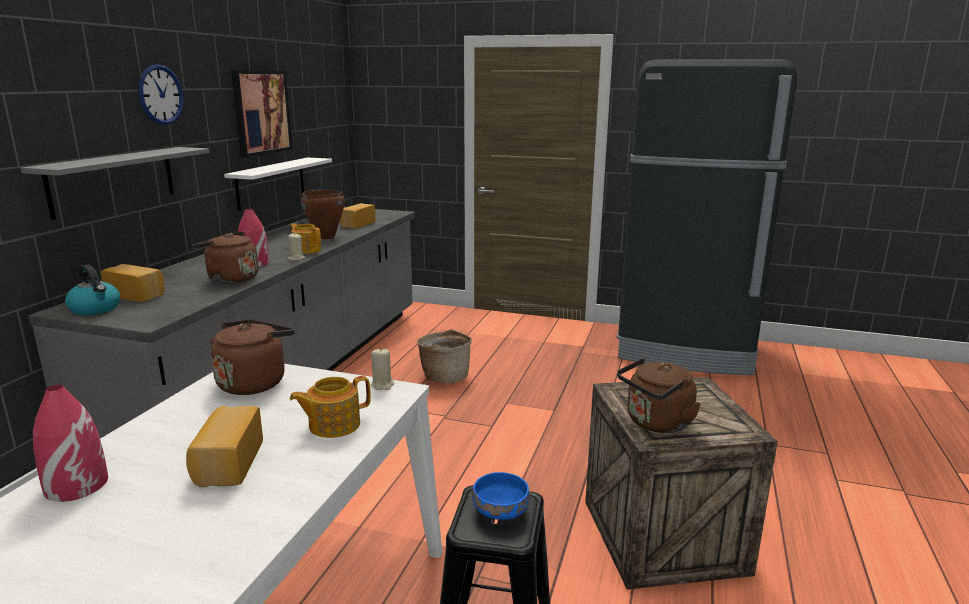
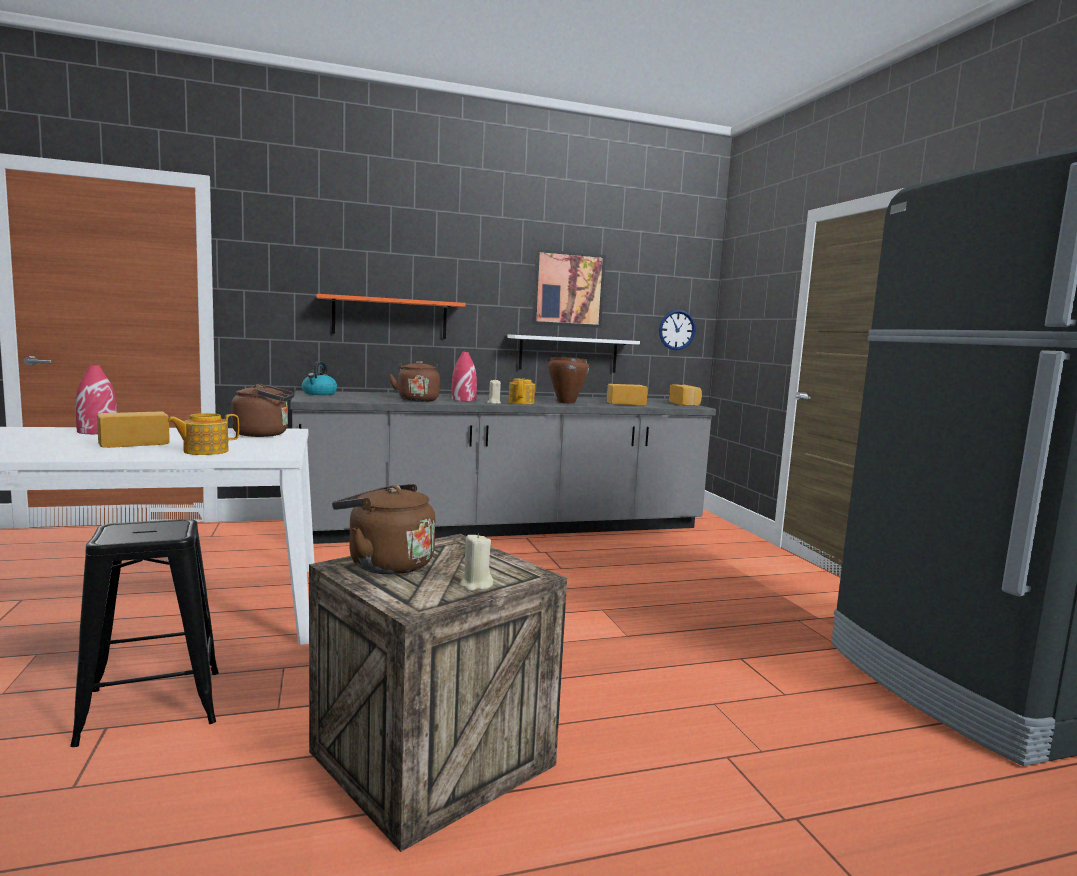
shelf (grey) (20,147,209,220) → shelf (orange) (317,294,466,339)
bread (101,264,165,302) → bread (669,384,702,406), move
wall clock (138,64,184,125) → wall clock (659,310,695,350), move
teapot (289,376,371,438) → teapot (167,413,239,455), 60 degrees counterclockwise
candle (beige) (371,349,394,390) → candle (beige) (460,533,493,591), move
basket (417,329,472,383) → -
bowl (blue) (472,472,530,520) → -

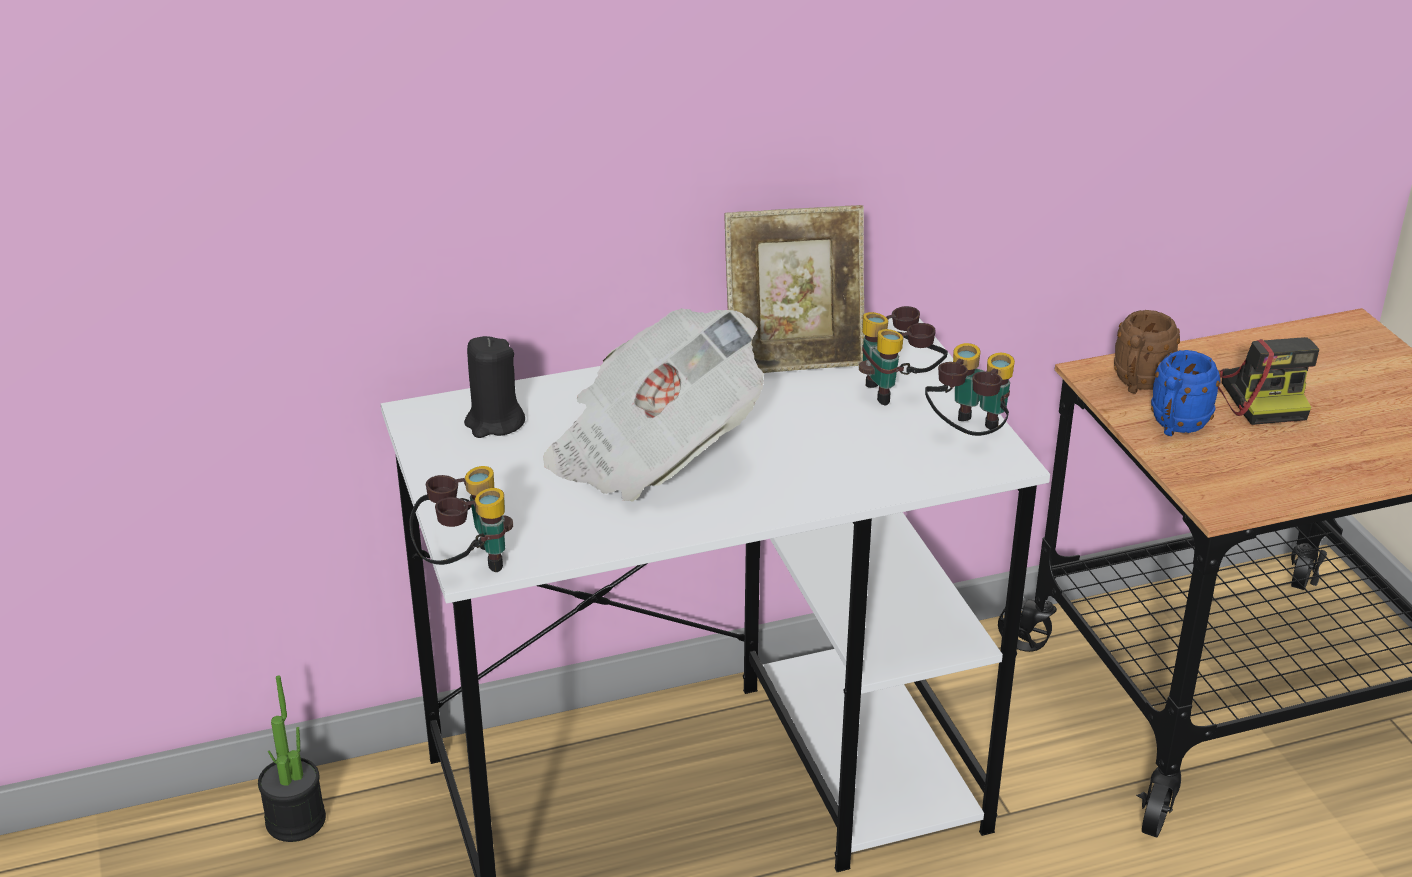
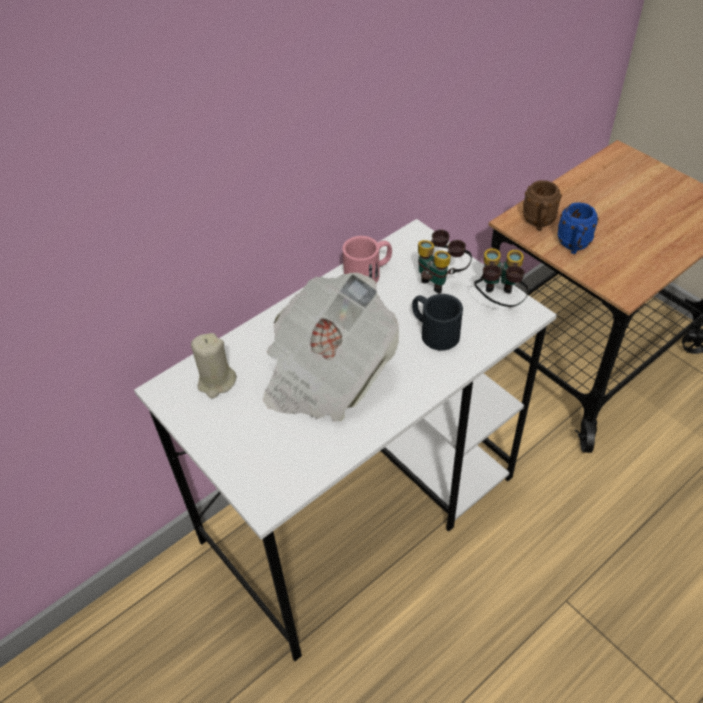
potted plant (258,675,326,842) → -
binoculars (409,466,513,572) → -
candle (black) (464,336,525,438) → candle (beige) (191,333,237,398)
picture frame (724,205,865,373) → mug (pink) (342,236,392,282)
photo camera (1218,337,1319,425) → -
- → mug (black) (412,294,463,351)

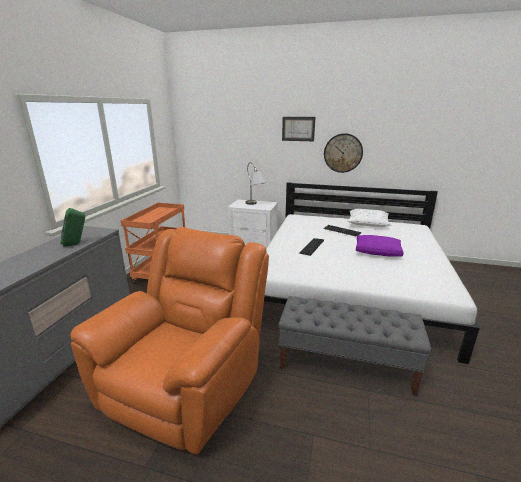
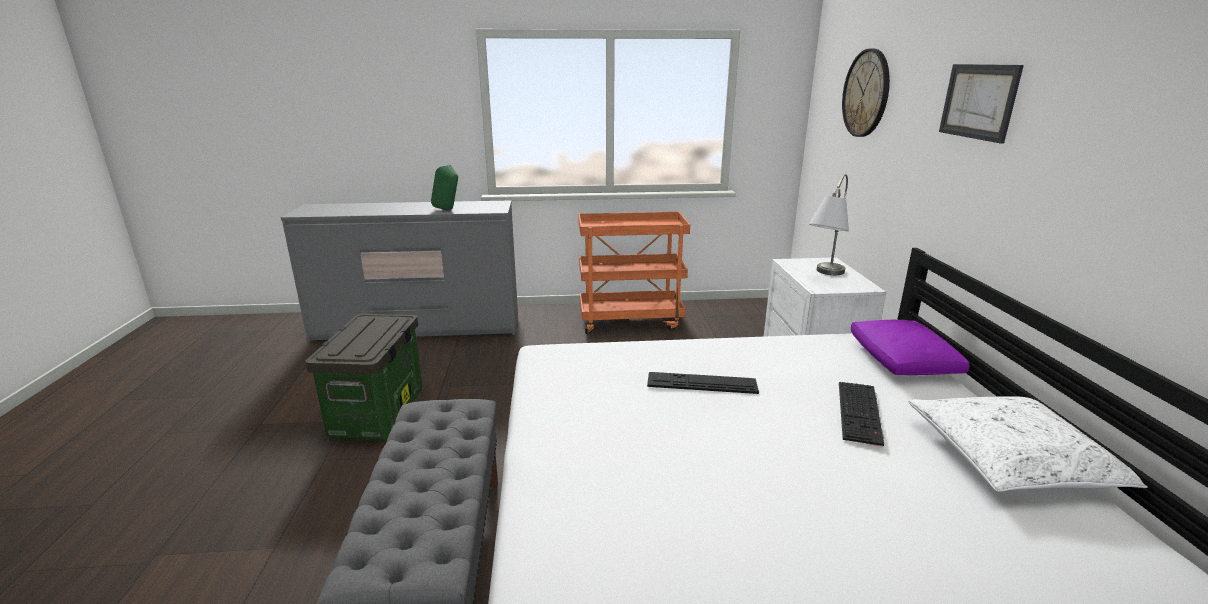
armchair (orange) (71,227,269,454) → storage box (306,314,422,441)
wall clock (324,133,363,173) → wall clock (842,48,890,137), move
pillow (purple) (356,235,404,257) → pillow (purple) (851,320,970,375), move

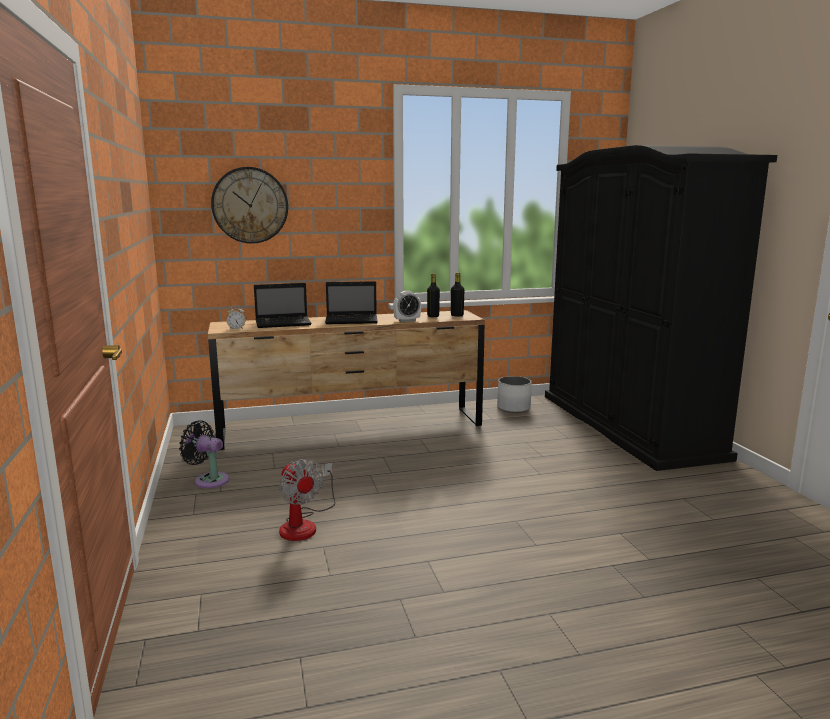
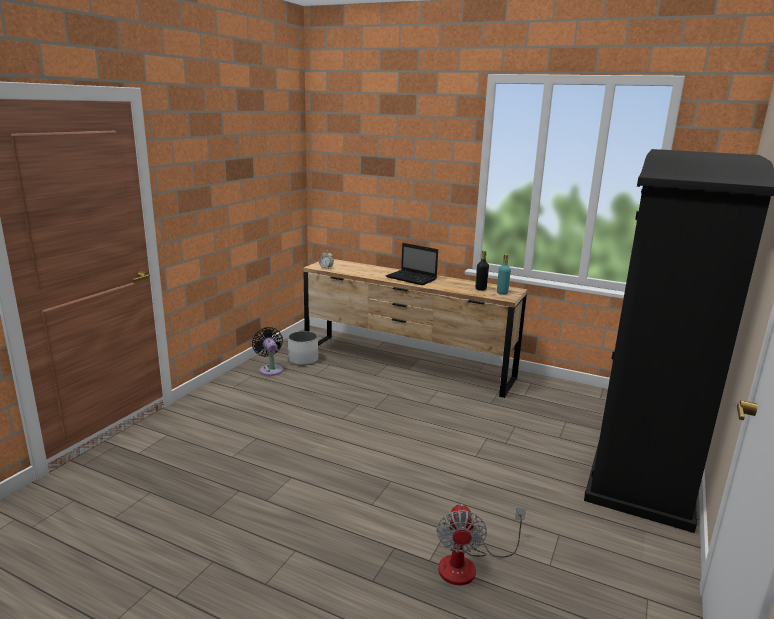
wall clock (211,167,288,244) → -
laptop (254,283,312,328) → -
fan (279,459,335,541) → fan (437,504,526,585), move
alarm clock (393,291,421,322) → -
bottle (black) (451,273,464,317) → bottle (turquoise) (497,254,511,295)
planter (white) (497,376,532,413) → planter (white) (288,331,318,366), move

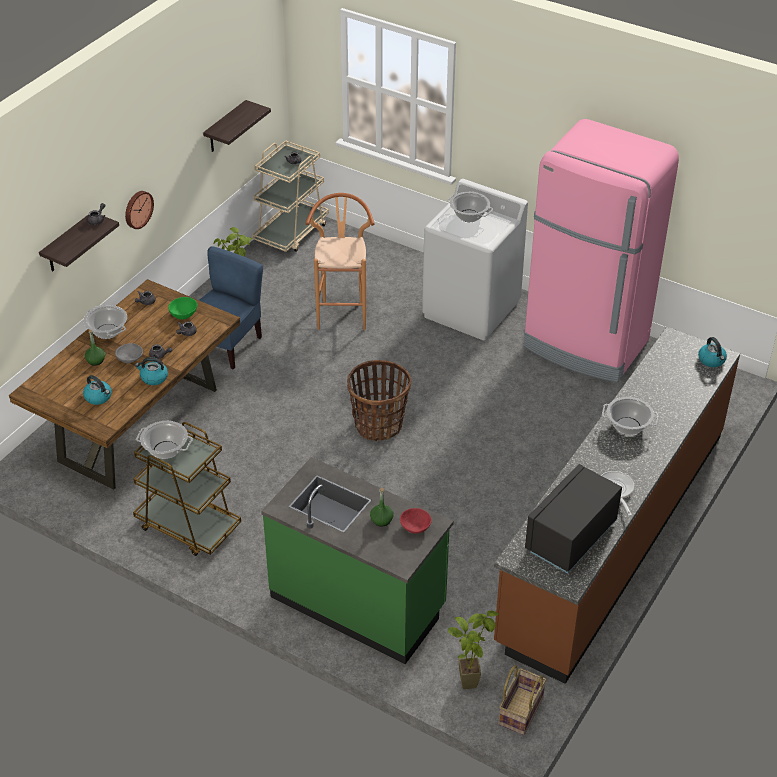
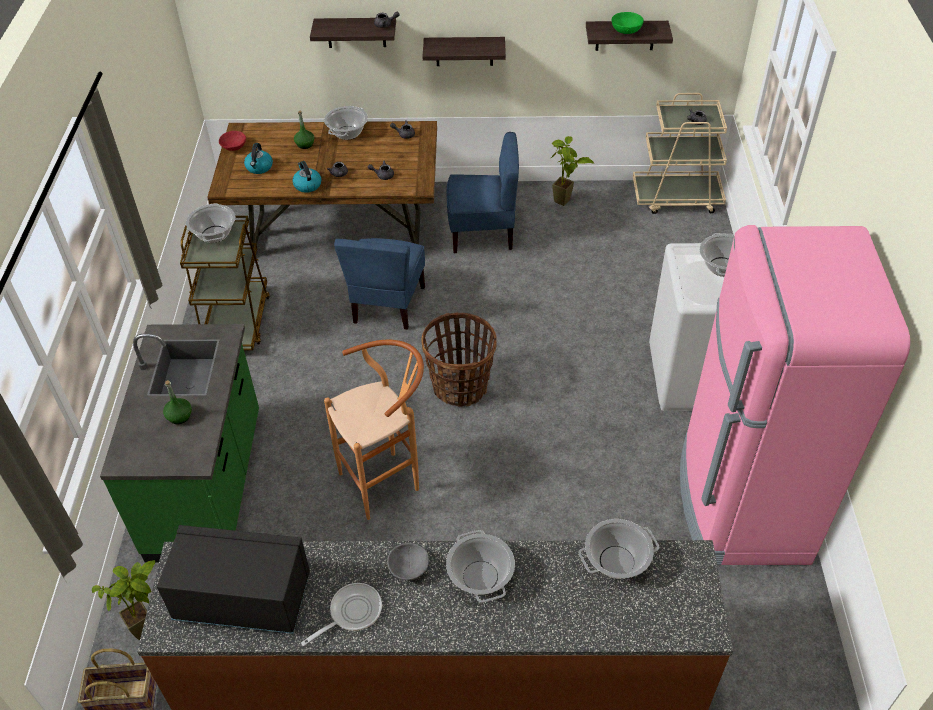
bowl (grey) (115,343,143,363) → bowl (grey) (387,543,429,580), move
wall clock (125,191,154,229) → shelf (422,37,506,66)
bowl (green) (168,297,198,319) → bowl (green) (612,12,644,34), move
stool (brown) (305,193,375,330) → stool (brown) (324,340,424,520), move
bowl (red) (400,508,432,534) → bowl (red) (219,131,246,151), move
kettle (698,337,727,367) → -
- → chair (blue) (334,238,425,330)
- → cooking pot (579,519,659,579)

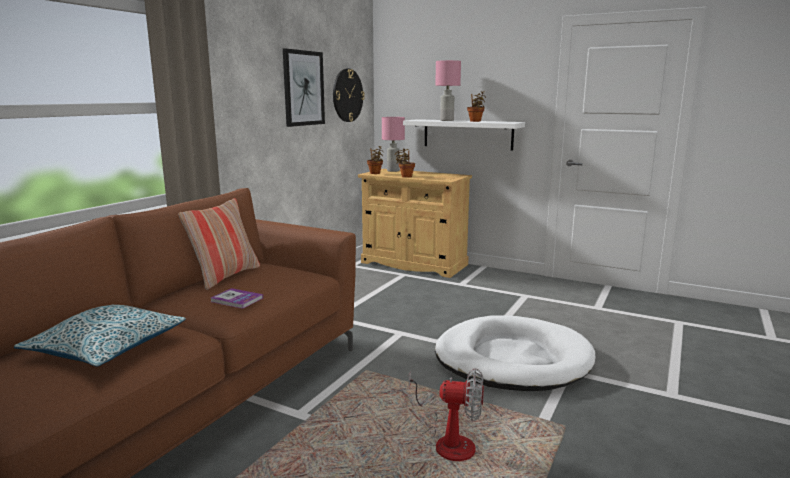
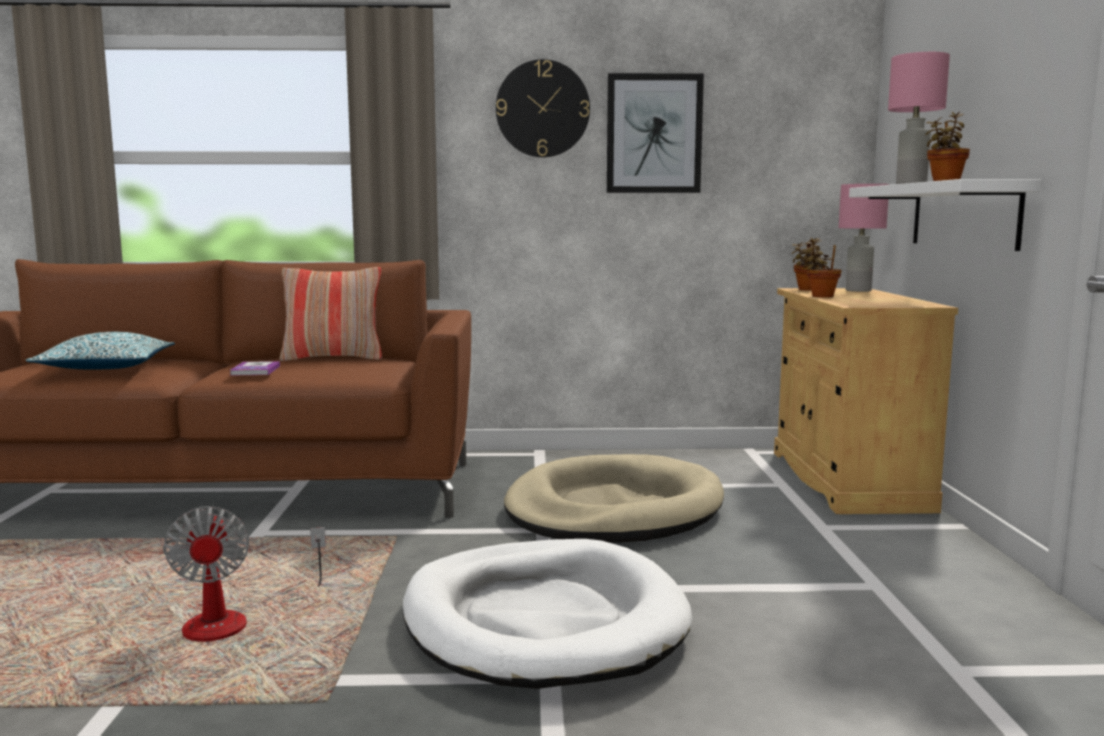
wall clock (333,69,365,122) → wall clock (496,59,590,157), move
- → dog bed (beige) (504,454,724,543)

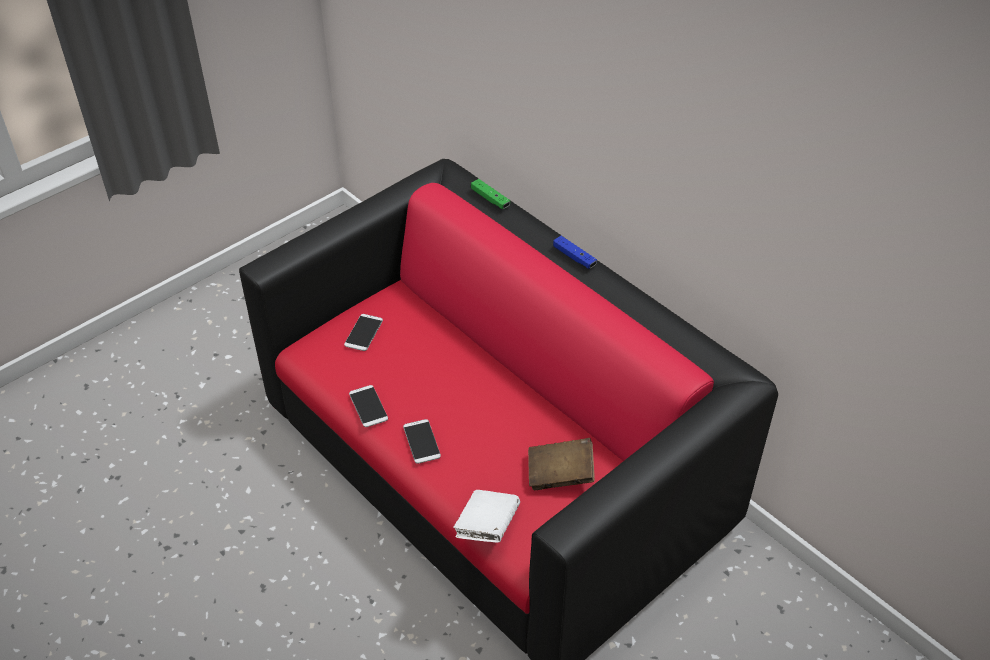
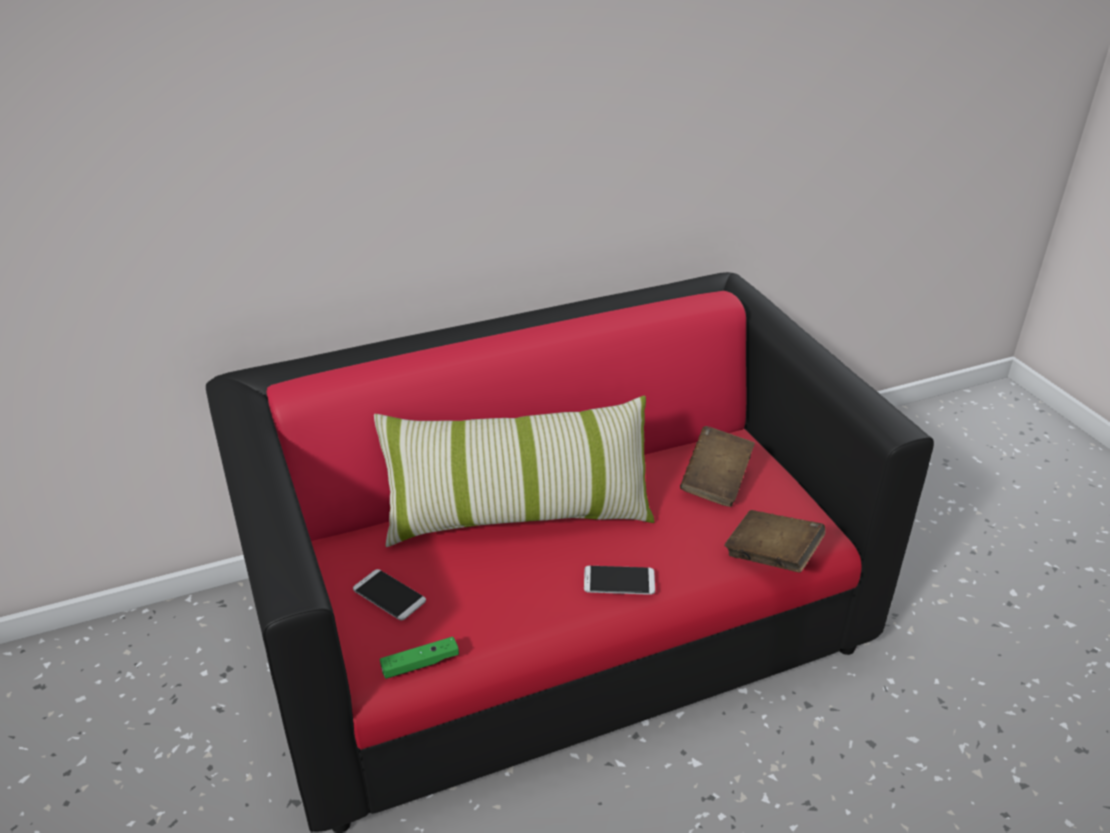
phone (349,385,388,427) → -
book (white) (453,490,520,543) → book (brown) (724,510,826,573)
game controller (green) (471,179,510,209) → game controller (green) (380,637,459,679), move
game controller (blue) (553,236,597,269) → -
- → pillow (374,396,655,547)

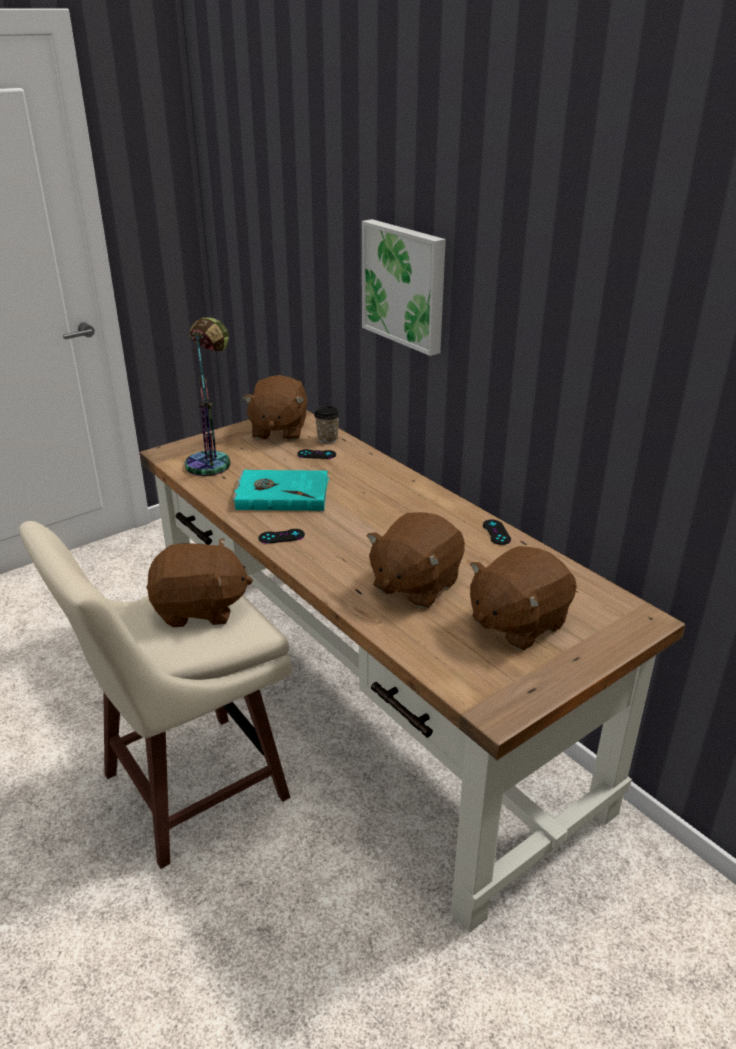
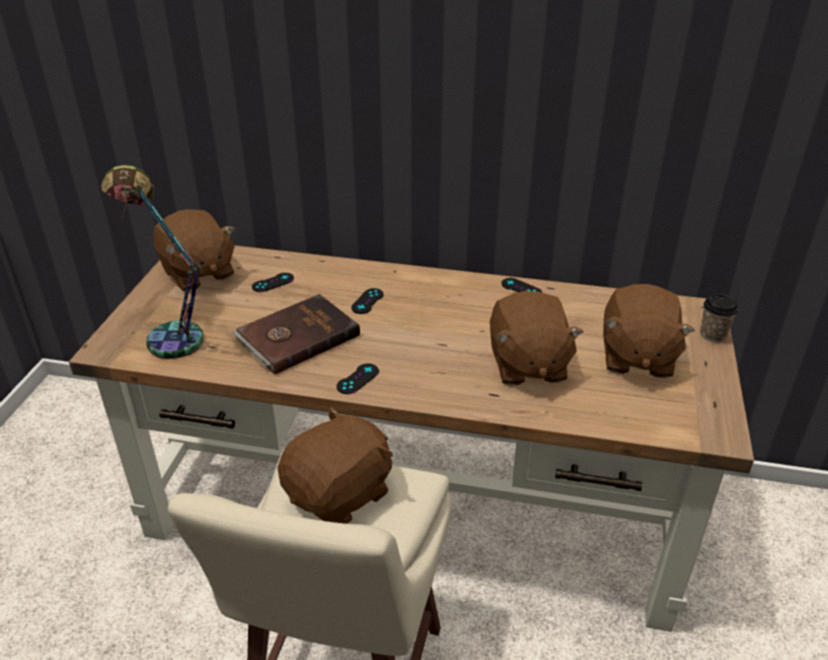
book (turquoise) (233,470,329,511) → book (brown) (233,294,360,374)
cup (314,406,340,444) → cup (700,293,738,343), move
picture (362,219,446,356) → -
- → game controller (black) (351,288,383,314)

